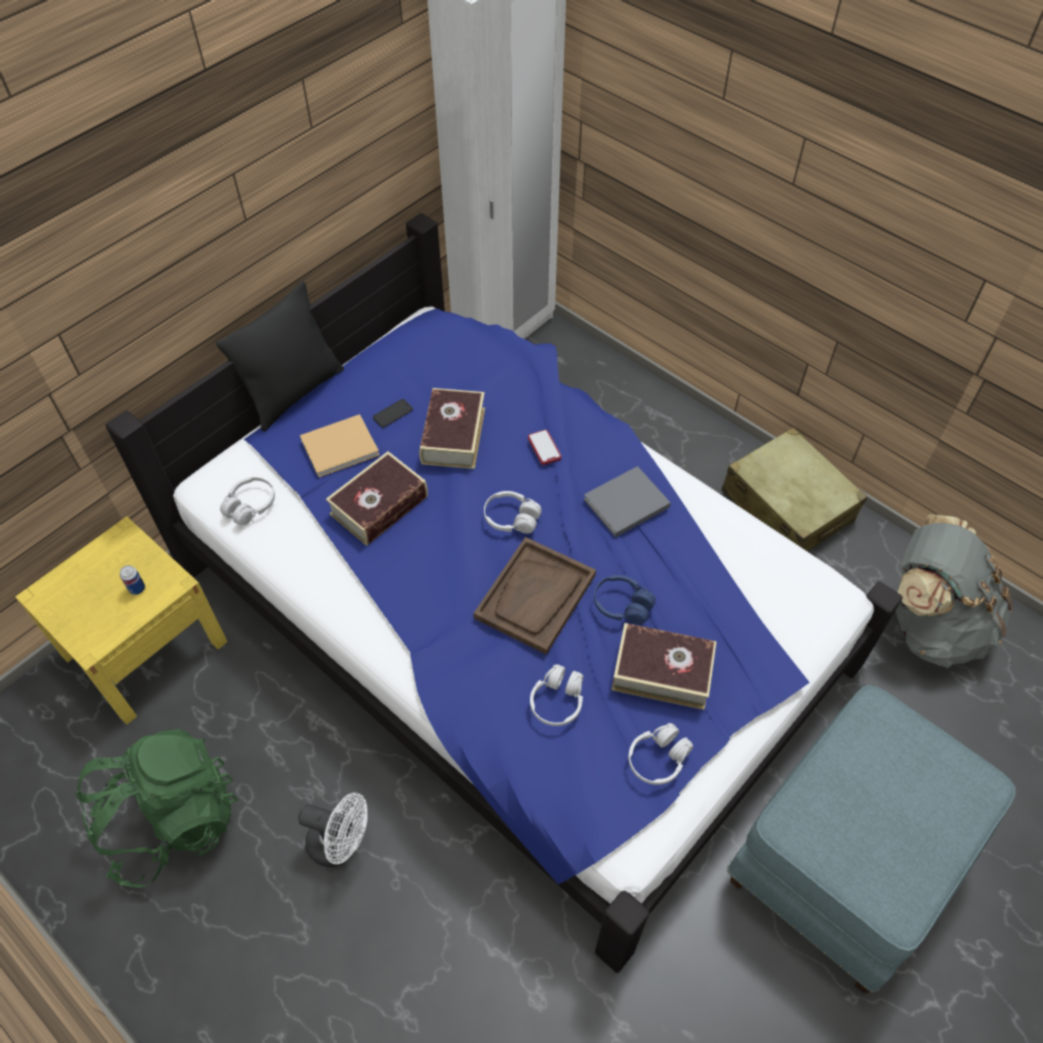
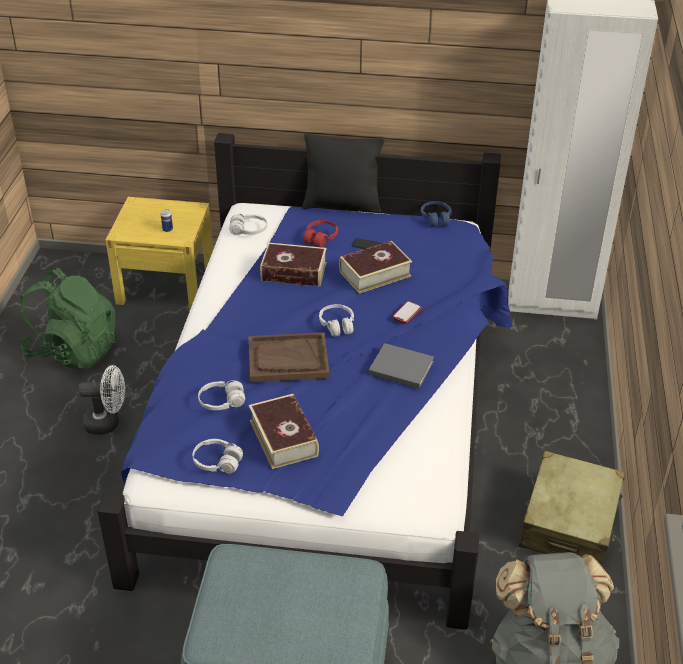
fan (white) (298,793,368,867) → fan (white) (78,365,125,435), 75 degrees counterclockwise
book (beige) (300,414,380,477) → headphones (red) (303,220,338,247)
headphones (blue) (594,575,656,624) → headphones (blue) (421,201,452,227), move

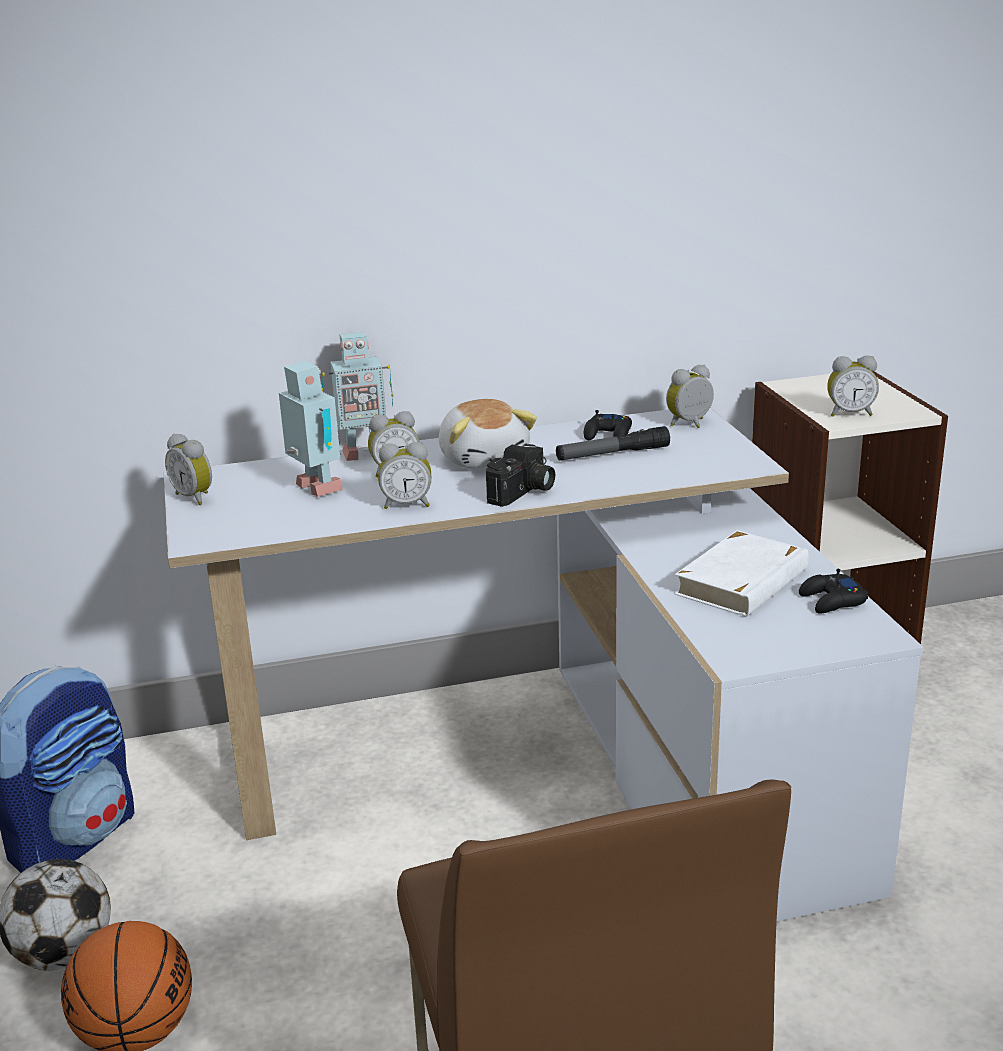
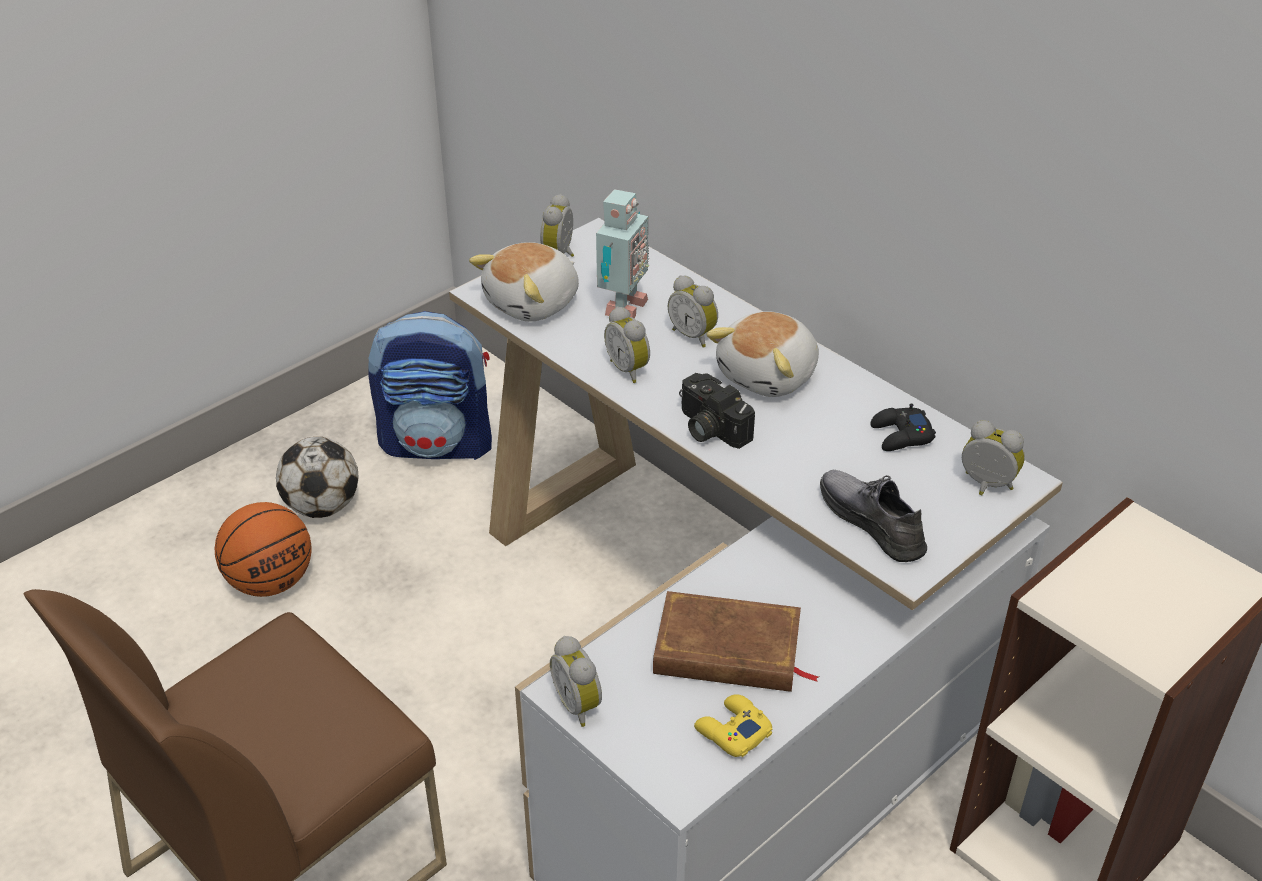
toy robot (321,332,393,461) → -
photo camera (486,444,555,507) → photo camera (679,373,755,449), 45 degrees clockwise
flashlight (556,426,670,461) → -
book (white) (675,530,809,617) → book (brown) (653,591,819,692)
game controller (black) (799,569,868,614) → game controller (yellow) (694,694,772,757)
alarm clock (827,355,879,417) → alarm clock (550,636,602,727), move
- → plush toy (469,242,579,321)
- → shoe (grey) (820,470,927,562)

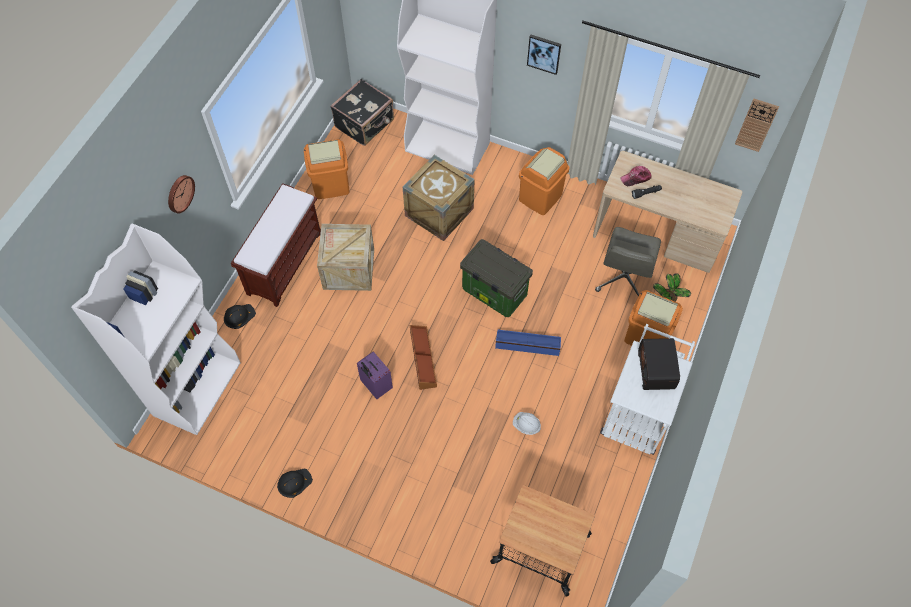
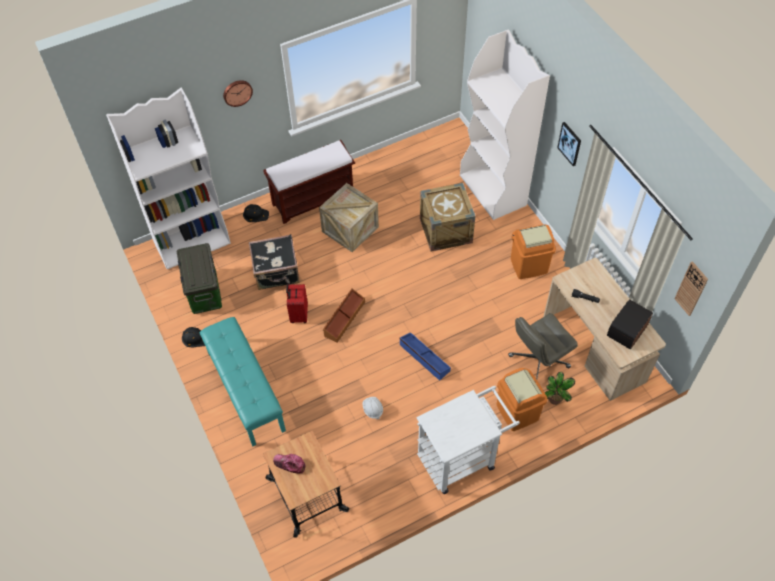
trash can (orange) (304,139,350,199) → -
suitcase (black) (331,79,394,146) → suitcase (black) (249,234,300,290), move
suitcase (purple) (357,352,393,399) → suitcase (red) (286,284,308,323)
storage box (460,239,533,317) → storage box (177,243,222,314), move
cap (620,166,652,186) → cap (273,454,306,474), move
radio (638,338,680,390) → radio (607,299,653,349), move
- → bench (turquoise) (200,317,286,446)

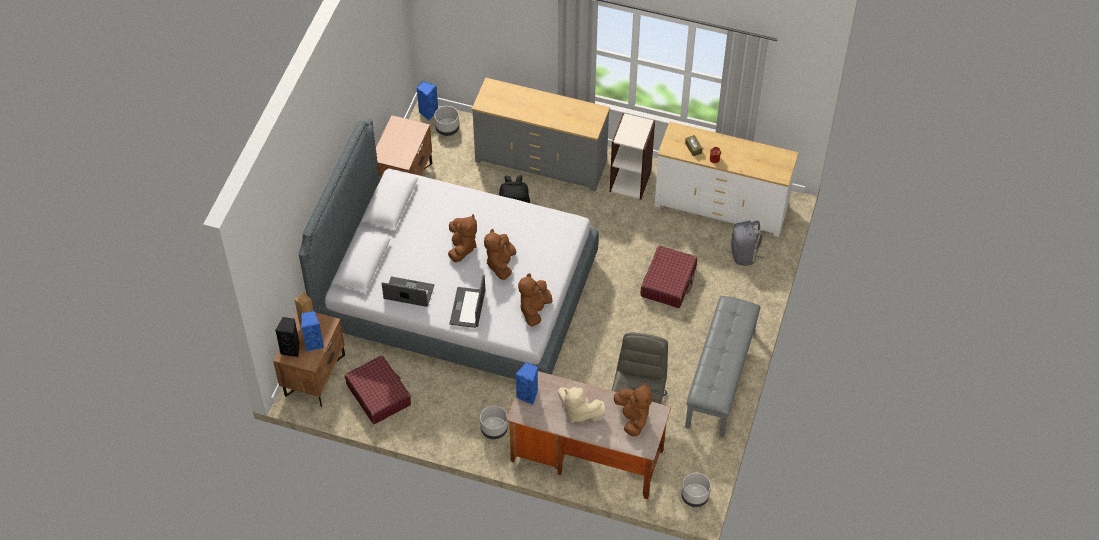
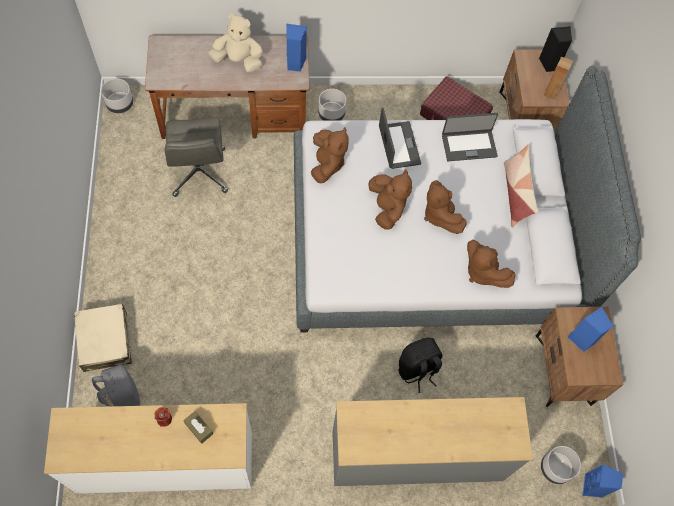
speaker (blue) (301,311,324,352) → speaker (blue) (568,307,613,352), move
bookcase (610,113,655,200) → -
plush toy (brown) (614,382,652,436) → plush toy (brown) (467,240,515,288), move
suitcase (red) (640,246,697,308) → -
bench (grey) (685,296,761,438) → -
- → suitcase (beige) (74,304,132,372)
- → pillow (504,145,539,227)

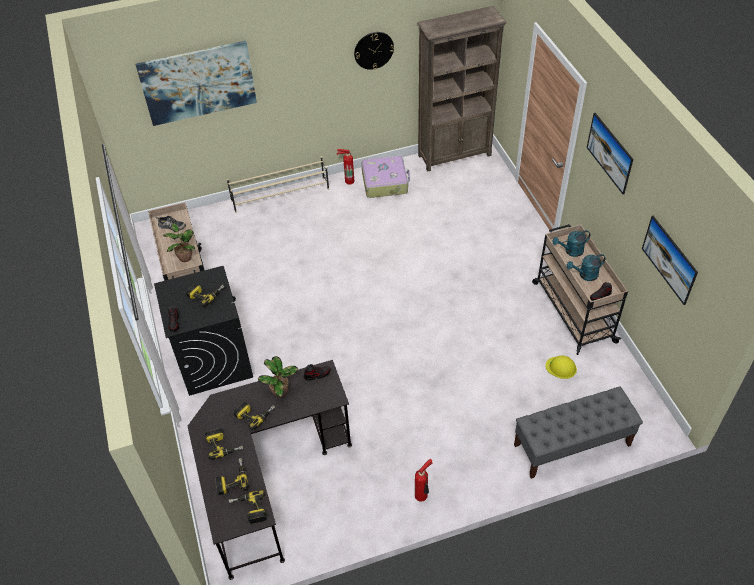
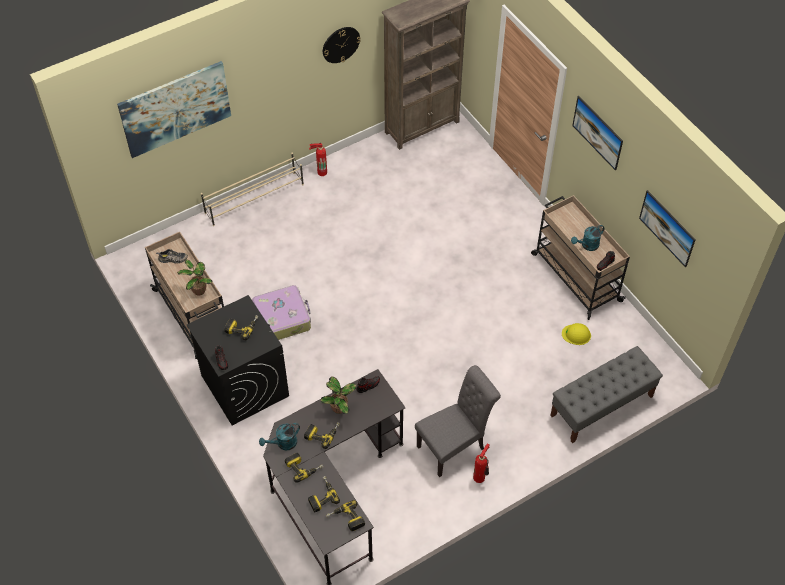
suitcase (362,156,410,198) → suitcase (252,285,311,340), move
watering can (turquoise) (552,230,590,257) → watering can (turquoise) (259,423,300,450), move
- → chair (grey) (415,365,501,477)

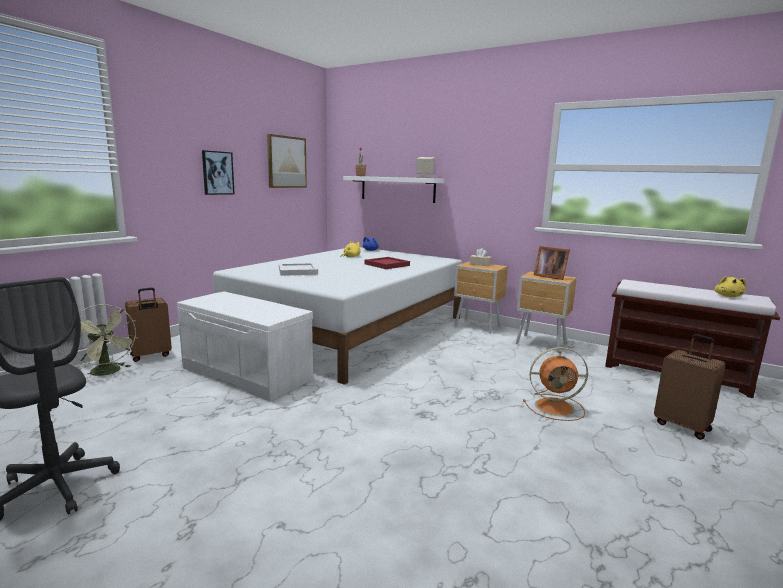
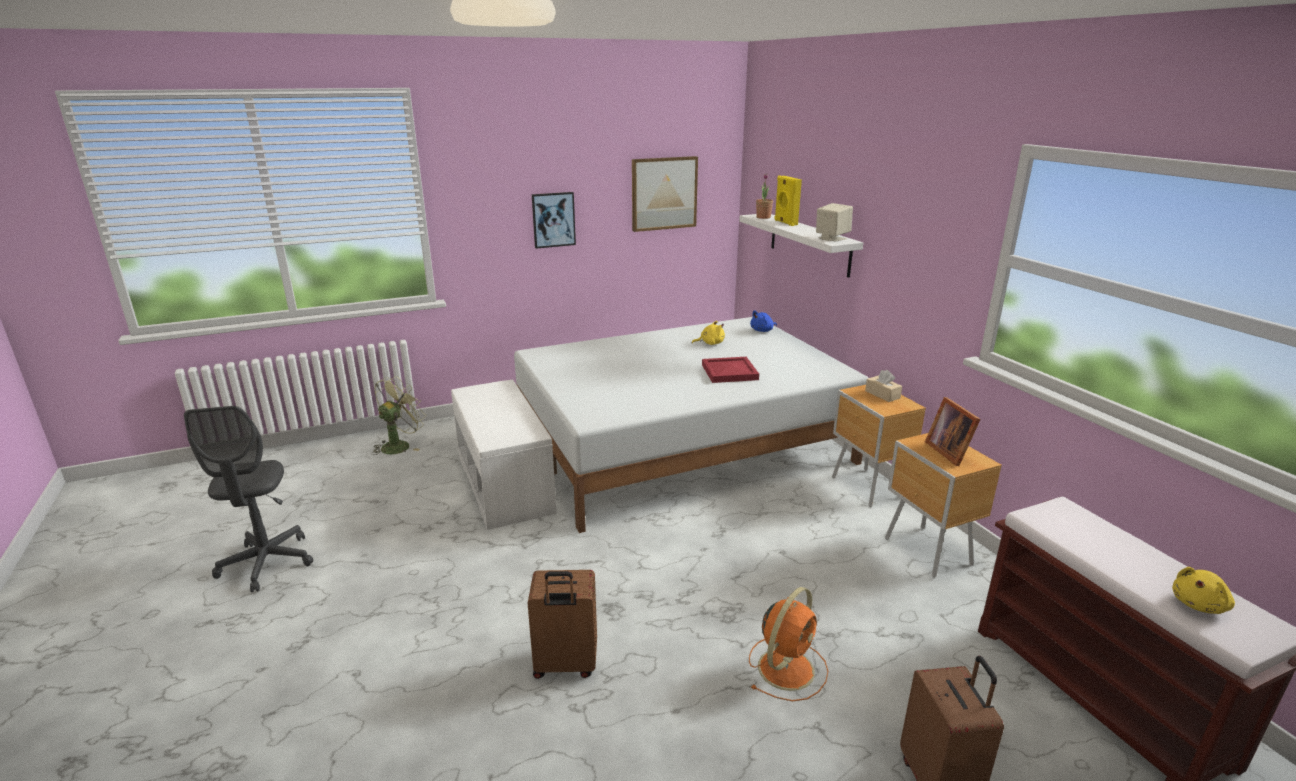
fan (green) (76,304,138,379) → fan (green) (372,376,426,455), 135 degrees counterclockwise
suitcase (brown) (125,288,172,362) → suitcase (brown) (528,570,597,679), move
tray (white) (279,263,318,276) → -
fan (orange) (523,347,588,421) → fan (orange) (749,587,828,701), 90 degrees counterclockwise
- → speaker (yellow) (775,175,802,226)

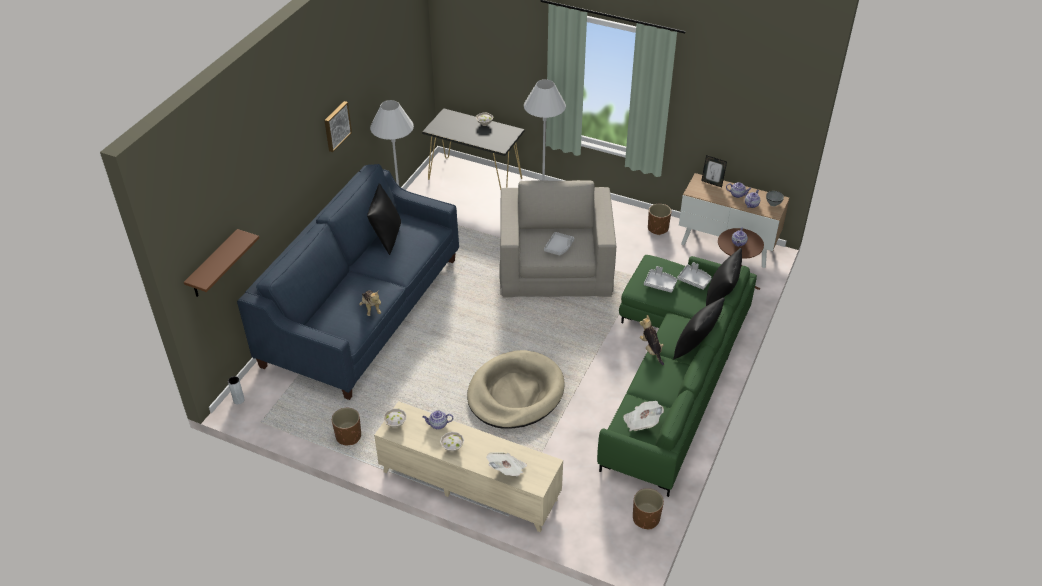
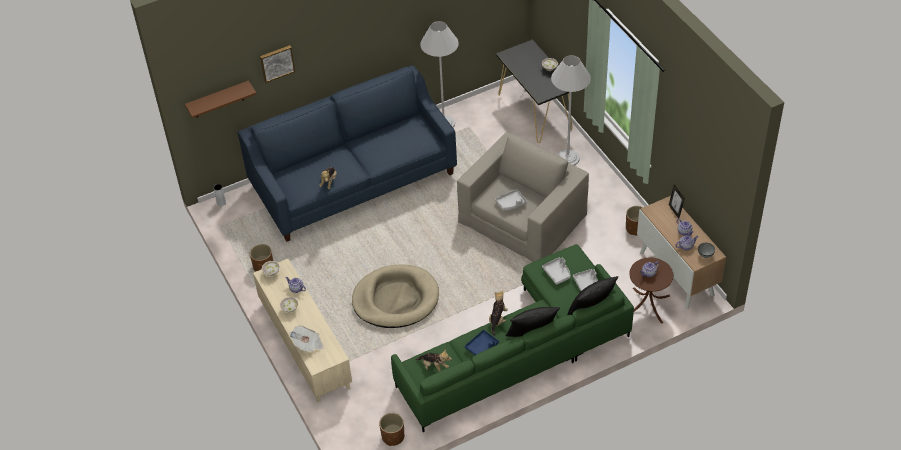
picture (324,101,352,152) → picture (260,45,295,83), move
pillow (black) (367,183,401,255) → -
newspaper (623,401,664,431) → plush toy (416,349,452,372)
- → tray (blue) (465,330,499,355)

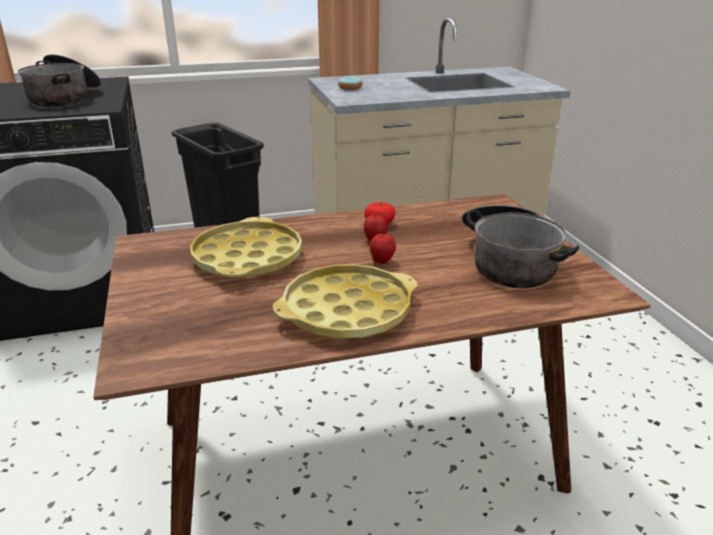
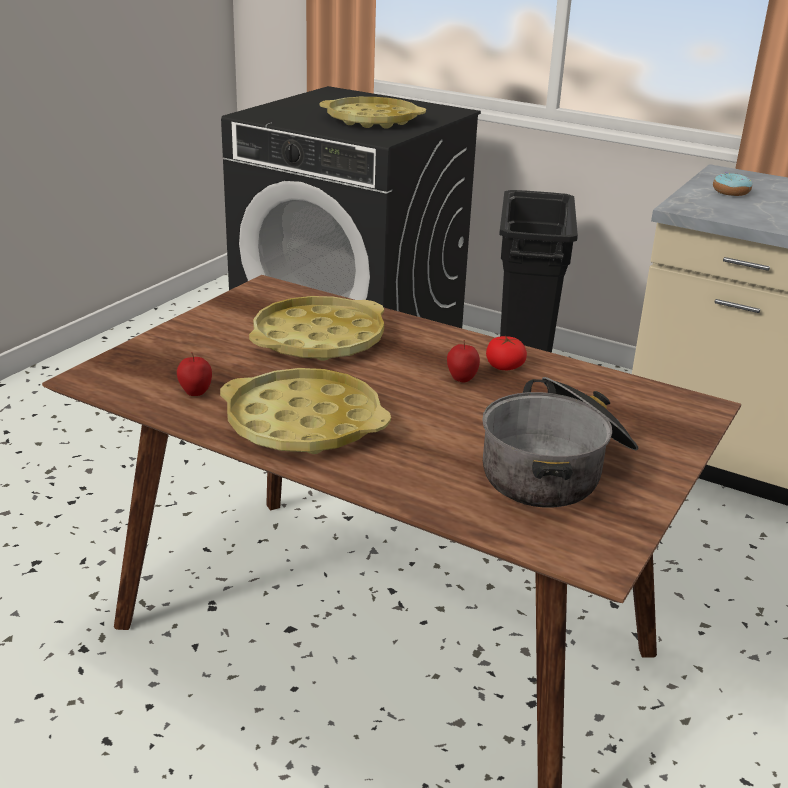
cooking pot (18,54,101,107) → tray (yellow) (319,97,426,129)
apple (370,231,396,264) → apple (177,352,212,396), move

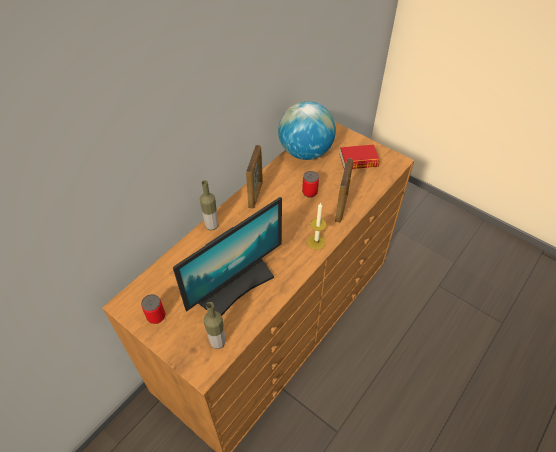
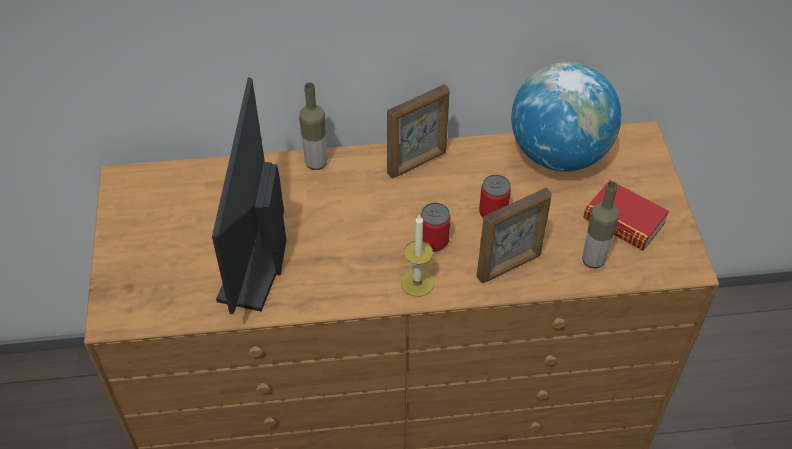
can (141,294,165,324) → can (420,203,451,251), move
monitor (173,197,282,316) → monitor (212,78,286,314), 90 degrees clockwise
bottle (204,302,226,349) → bottle (582,181,619,269), move

